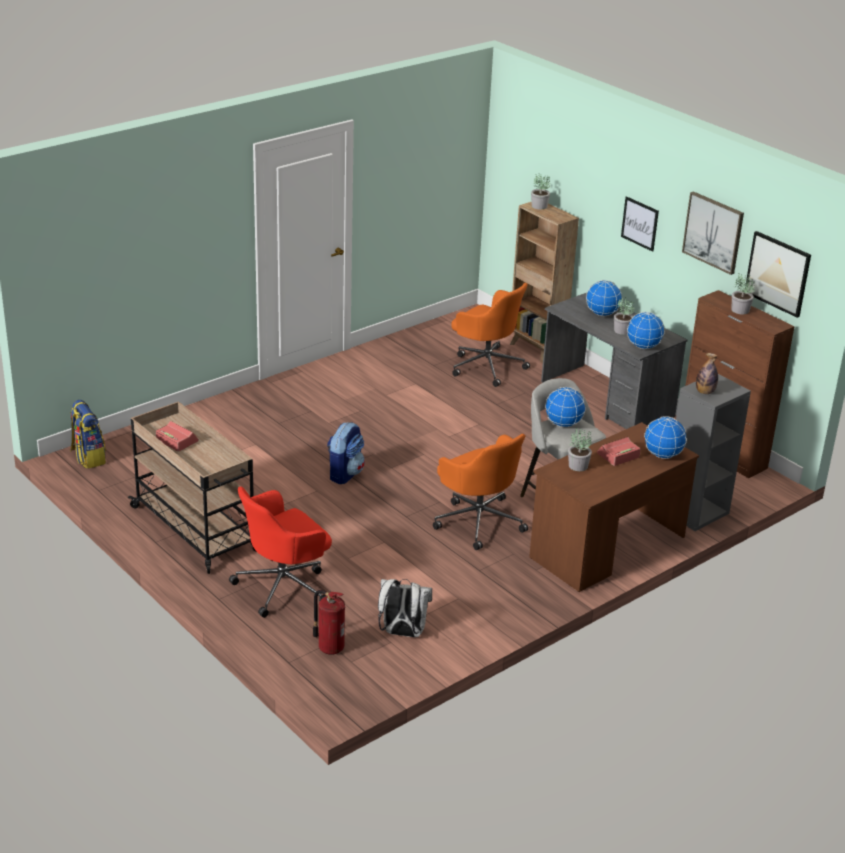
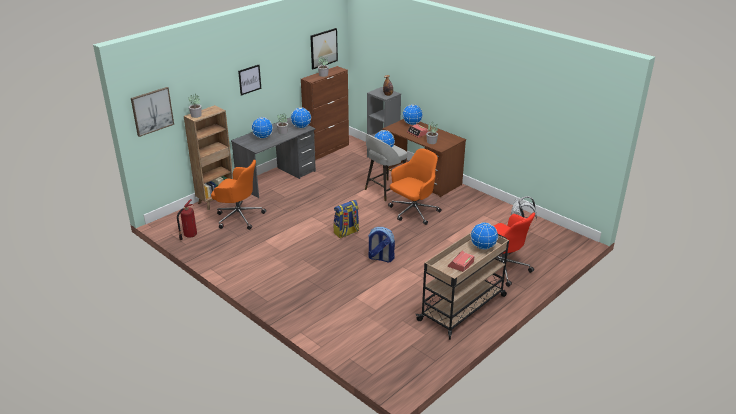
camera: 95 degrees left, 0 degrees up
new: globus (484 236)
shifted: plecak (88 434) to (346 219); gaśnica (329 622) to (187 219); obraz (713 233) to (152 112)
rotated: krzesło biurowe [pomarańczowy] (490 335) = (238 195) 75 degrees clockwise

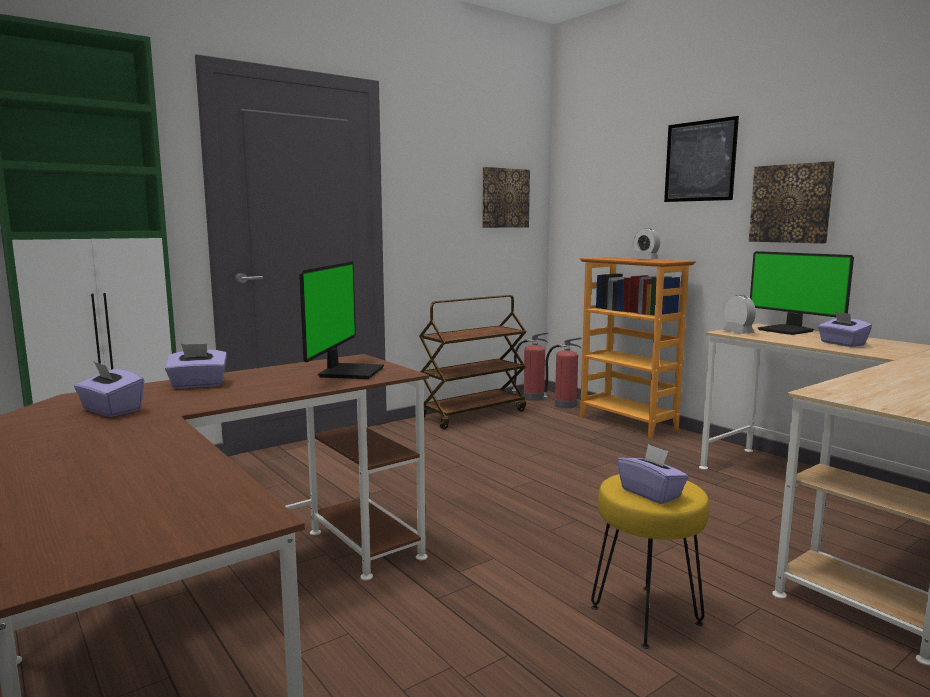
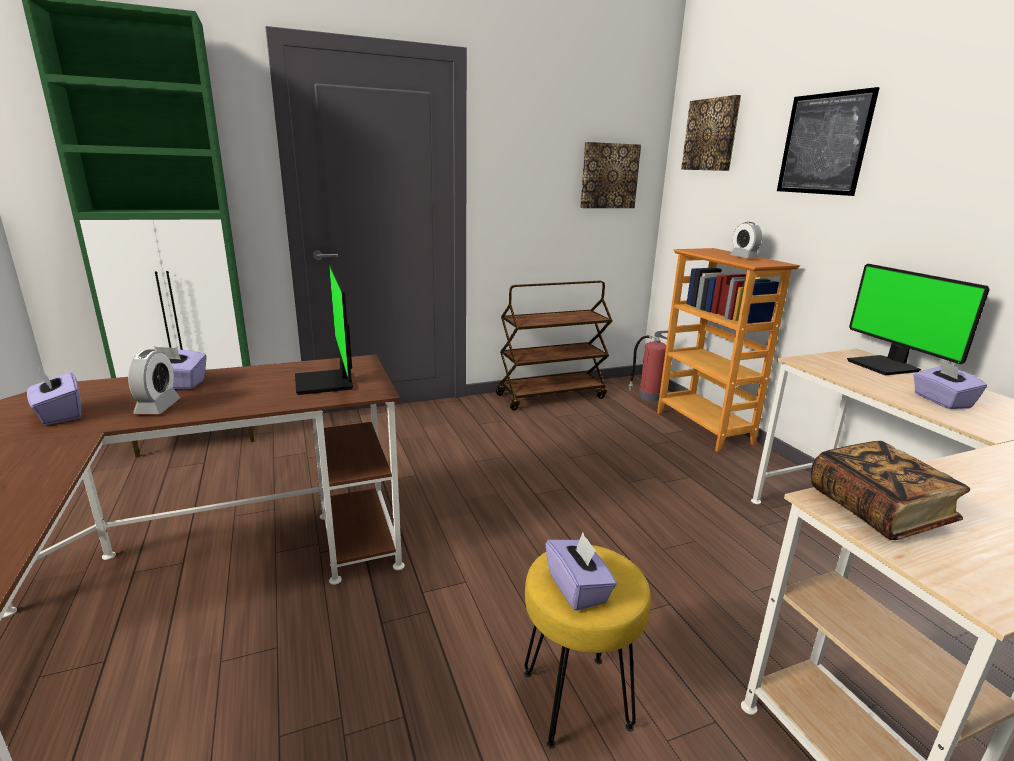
camera: 15 degrees right, 10 degrees up
gone: gaśnica (530 366)
new: książka (890 490)
shifted: budzik (739 314) to (154 381); obraz (792 202) to (711 133)
rotated: monitor (341 320) = (324 328) 135 degrees clockwise

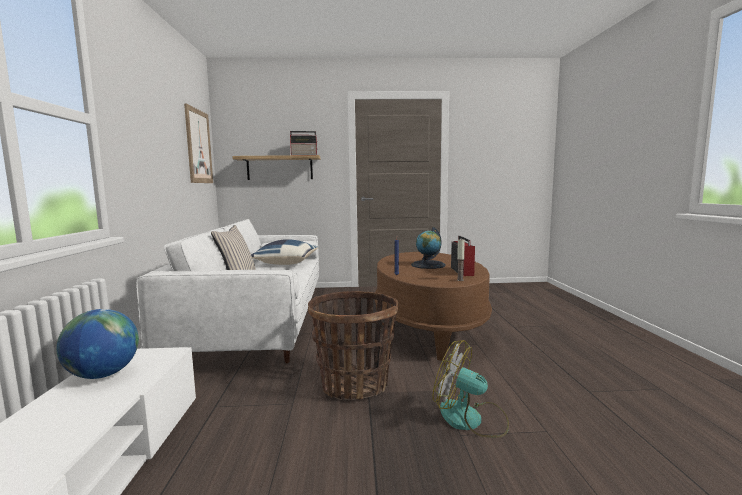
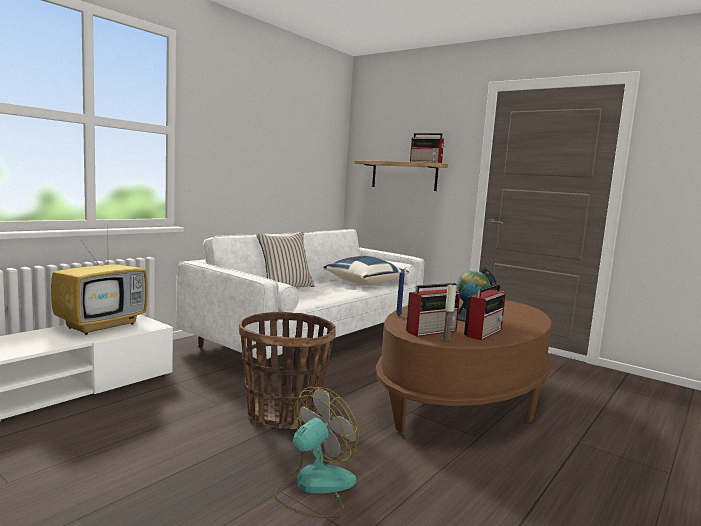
camera: 40 degrees right, 0 degrees up
gone: obraz (198 143)
new: radio (433 310)
swapped: globus (97 344) to telewizor (99 284)
rotated: wentylator (471 389) = (316 452) 60 degrees clockwise

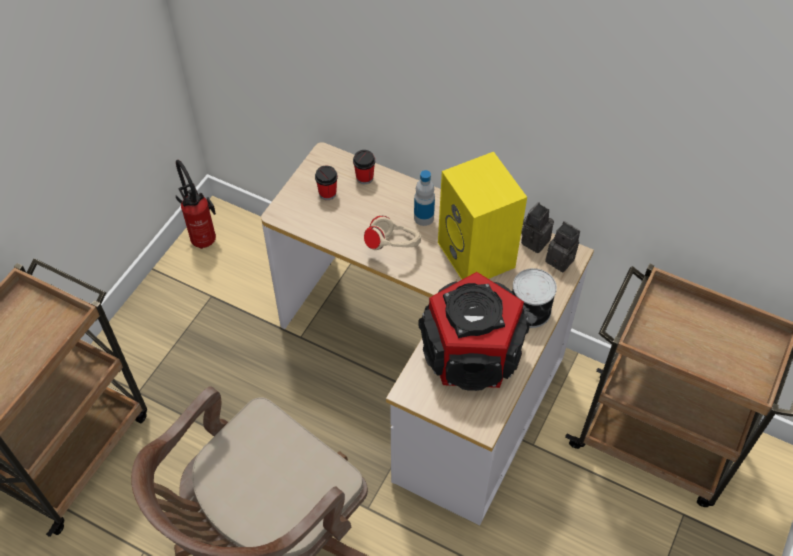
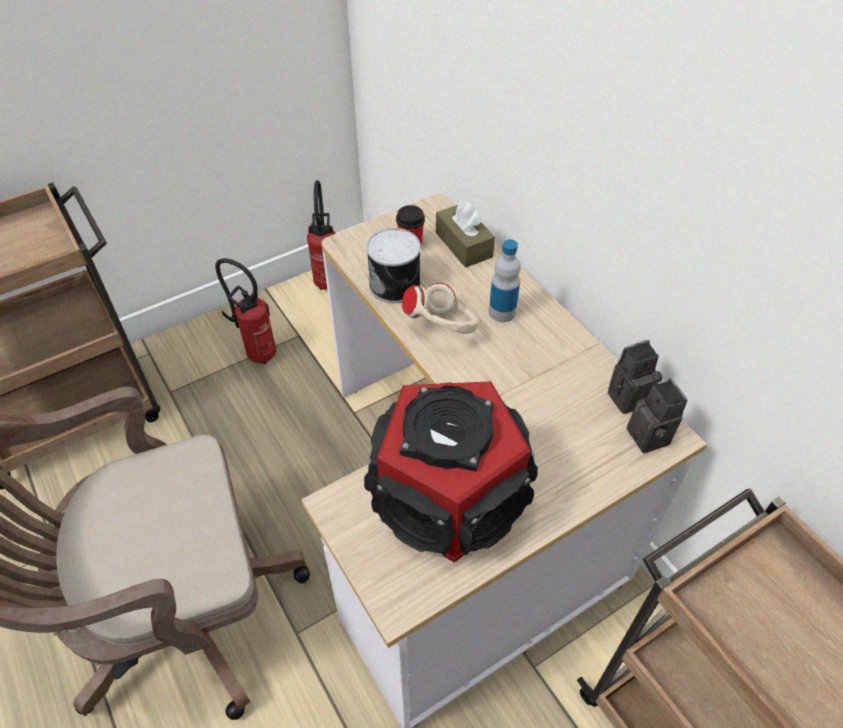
camera: 30 degrees right, 5 degrees down
gone: głośnik [żółty] (482 215)
new: gaśnica (245 311)
shifted: puszka (534 298) to (393 265)
swapped: filiżanka (364 167) to pudełko chusteczek [brązowy] (465 234)

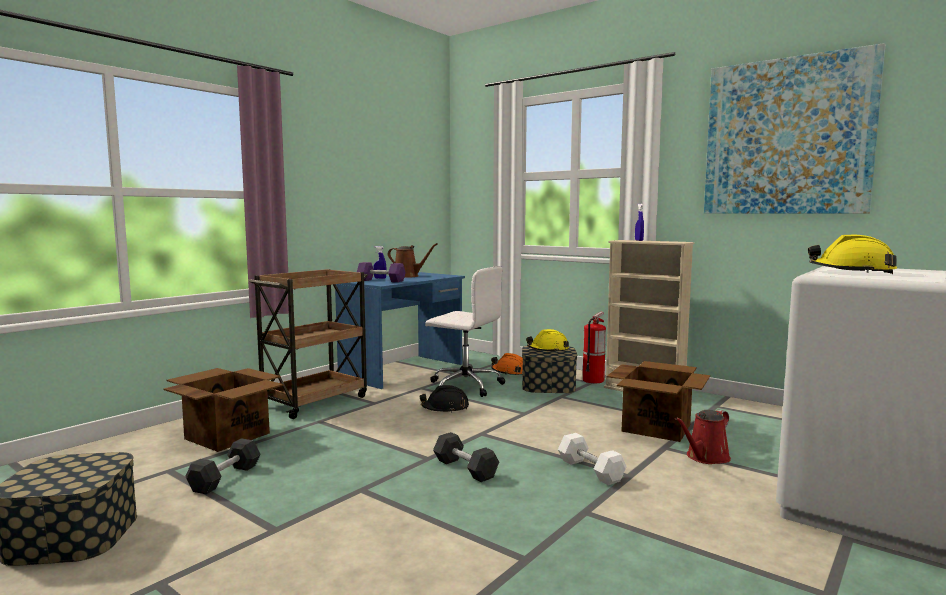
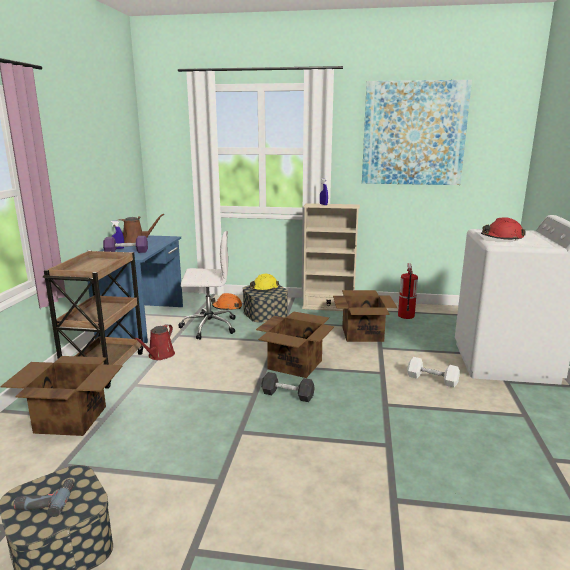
camera: 30 degrees left, 10 degrees up
gone: hantel [czarny] (223 466); kask [czarny] (444 399)
new: wiertarka (43 498); karton (295 344)
shifted: hantel [biały] (592 459) to (433 372); gaśnica (594 347) to (408 291); konewka [czerwony] (703 437) to (154 342)
repainted: kask [żółty] (852 254) to kask [czerwony] (503 229)

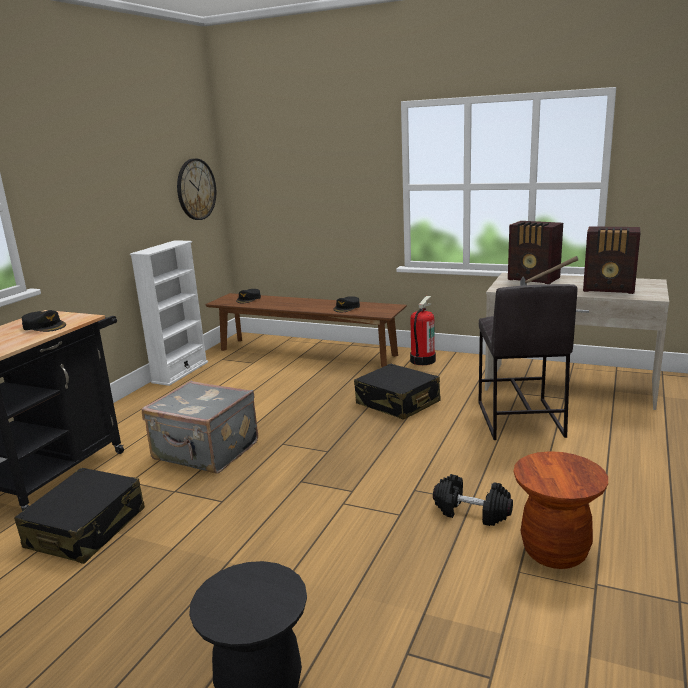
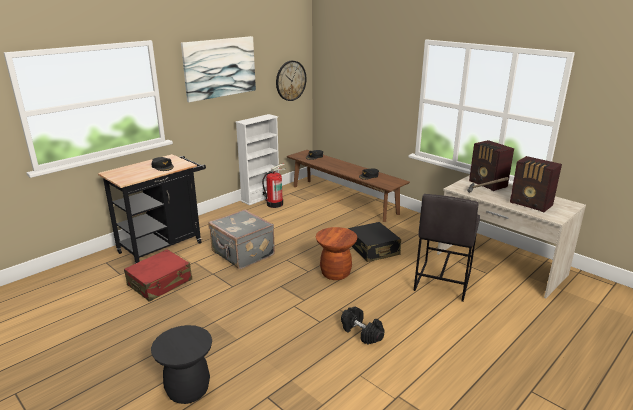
camera: 20 degrees right, 5 degrees up
new: obraz (218 69)
shifted: gaśnica (423 330) to (273 186); stołek [brązowy] (561 510) to (336 253)
repainted: walizka [czarny] (79 516) to walizka [czerwony] (158 275)

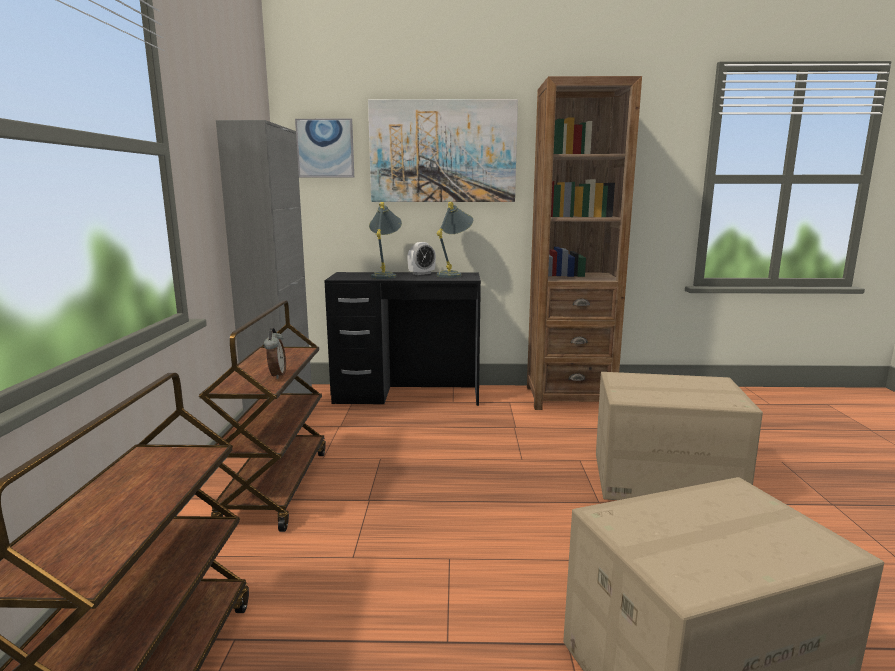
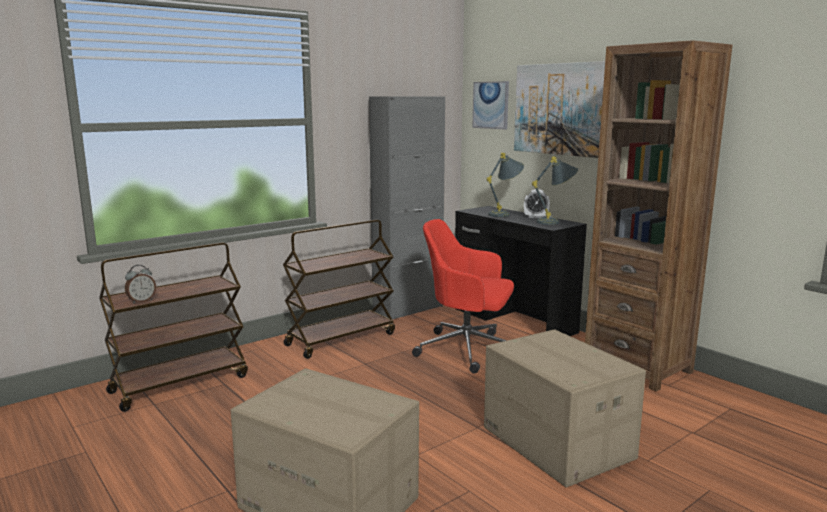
camera: 50 degrees right, 0 degrees up
new: krzesło biurowe [czerwony] (463 296)
shifted: budzik (275 353) to (140 284)

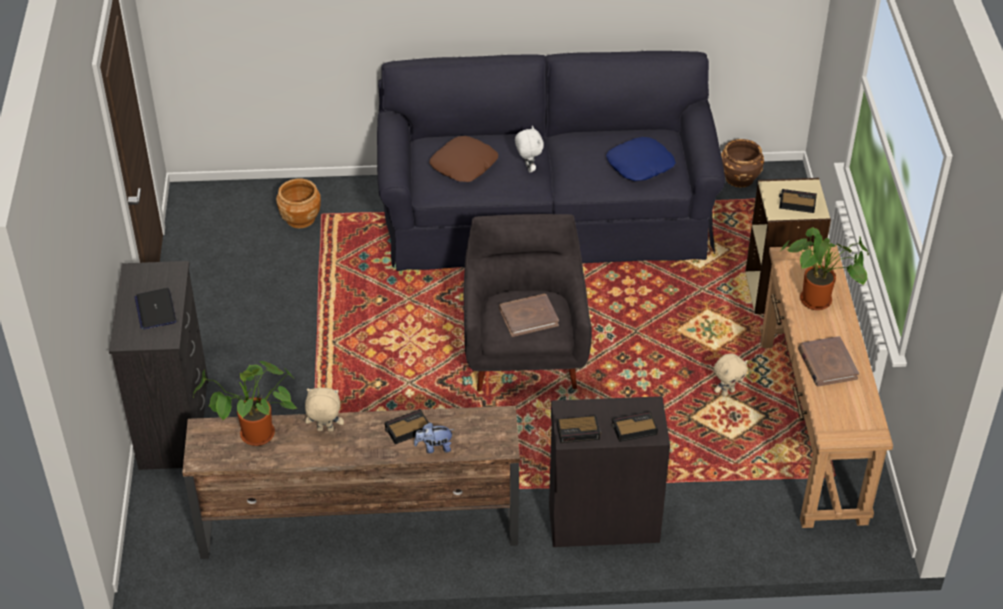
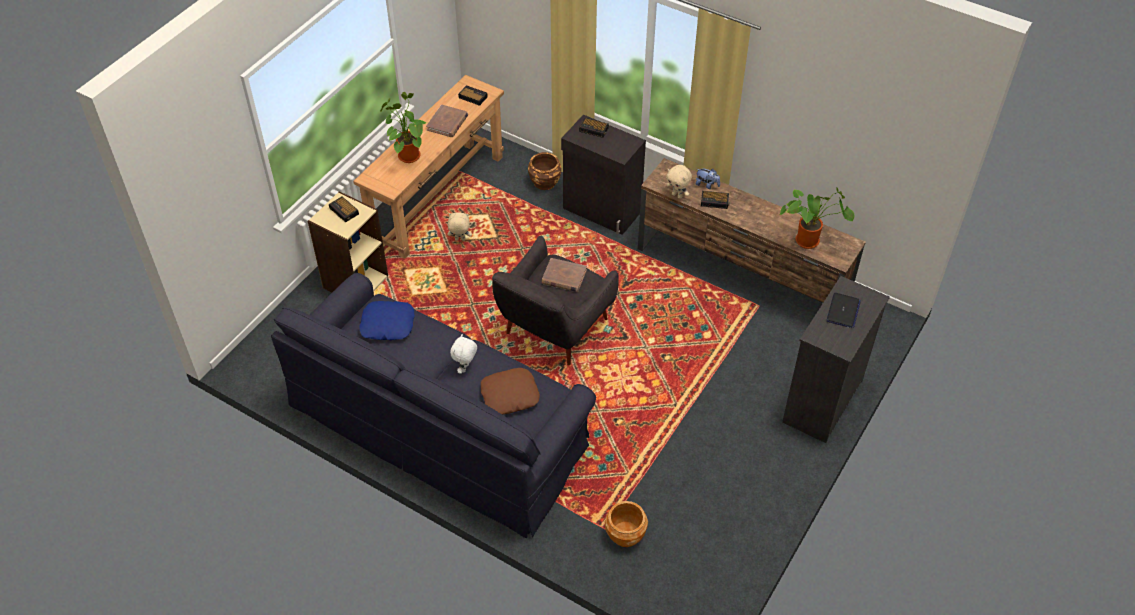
camera: 145 degrees left, 5 degrees up
shifted: pluszak [beżowy] (324 409) to (679 182); budzik (579 429) to (473 95); donica [brązowy] (742 163) to (544 171)

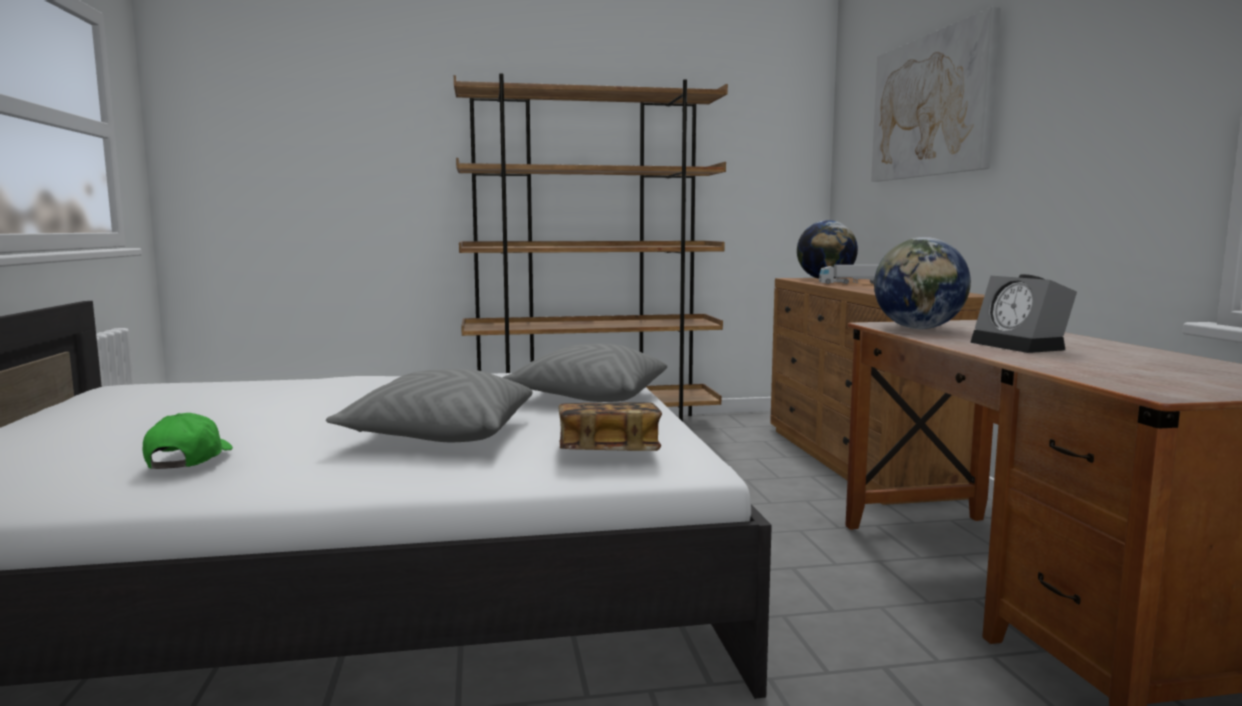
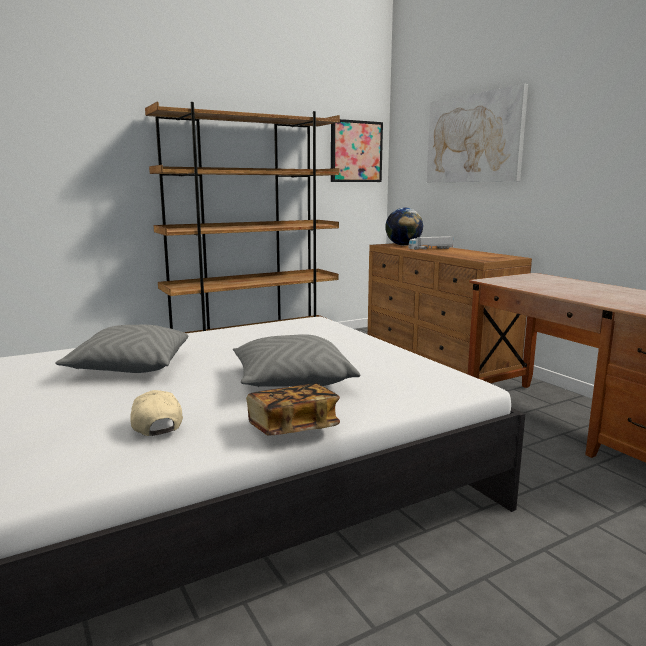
camera: 20 degrees left, 5 degrees up
gone: globus (922 283); budzik (1023 313)
new: obraz (357 150)
shifted: poduszka [szary] (585 373) to (121 349); książka (610 426) to (293 409)
repainted: czapka z daszkiem [zielony] (187 441) to czapka z daszkiem [beżowy] (156 413)

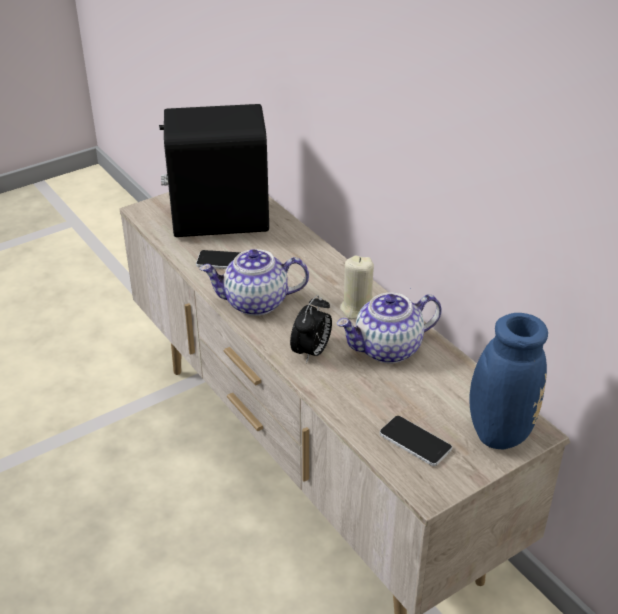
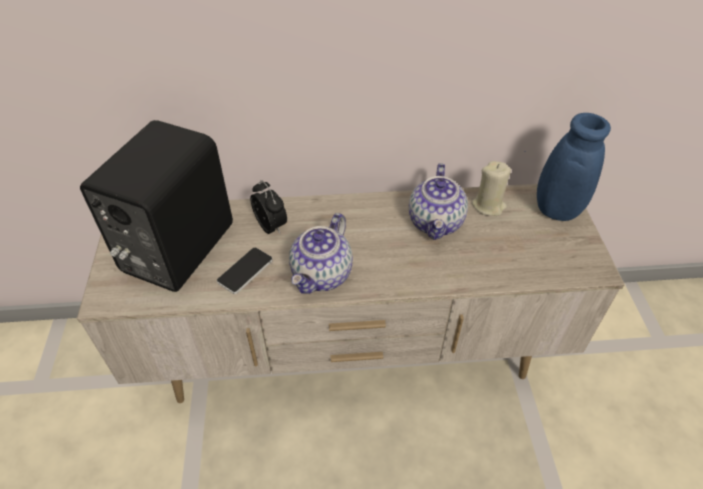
camera: 60 degrees left, 10 degrees up
gone: telefon (416 441)
shifted: budzik (311 329) to (268 207); świeca [beżowy] (357 287) to (491 188)

